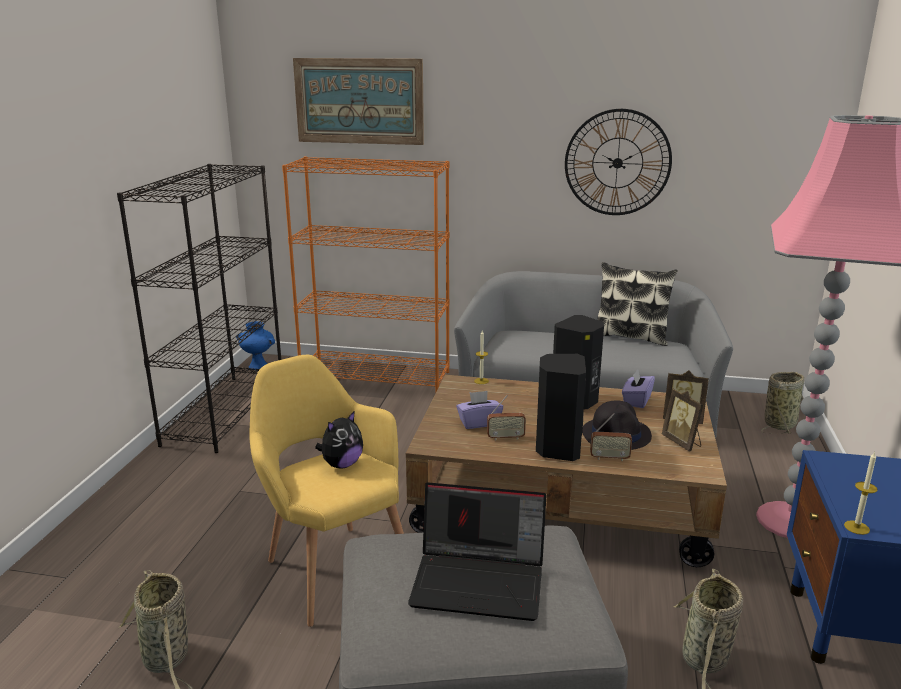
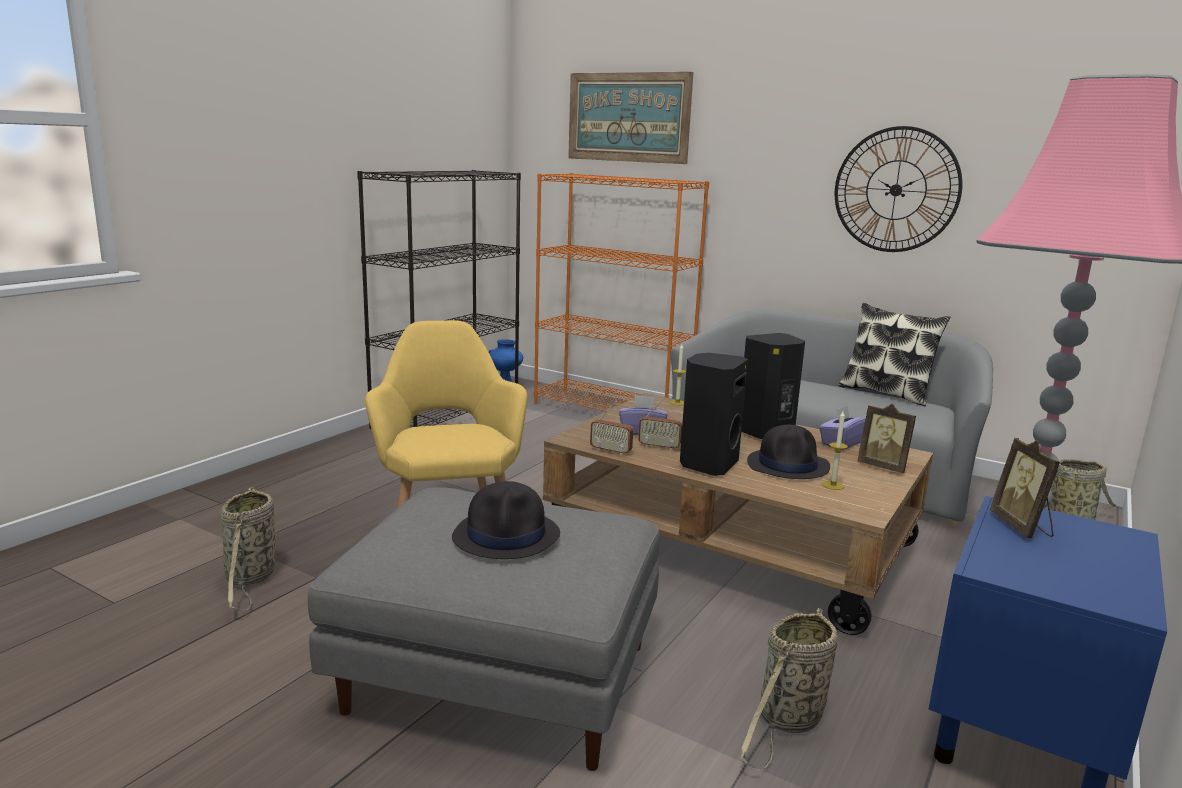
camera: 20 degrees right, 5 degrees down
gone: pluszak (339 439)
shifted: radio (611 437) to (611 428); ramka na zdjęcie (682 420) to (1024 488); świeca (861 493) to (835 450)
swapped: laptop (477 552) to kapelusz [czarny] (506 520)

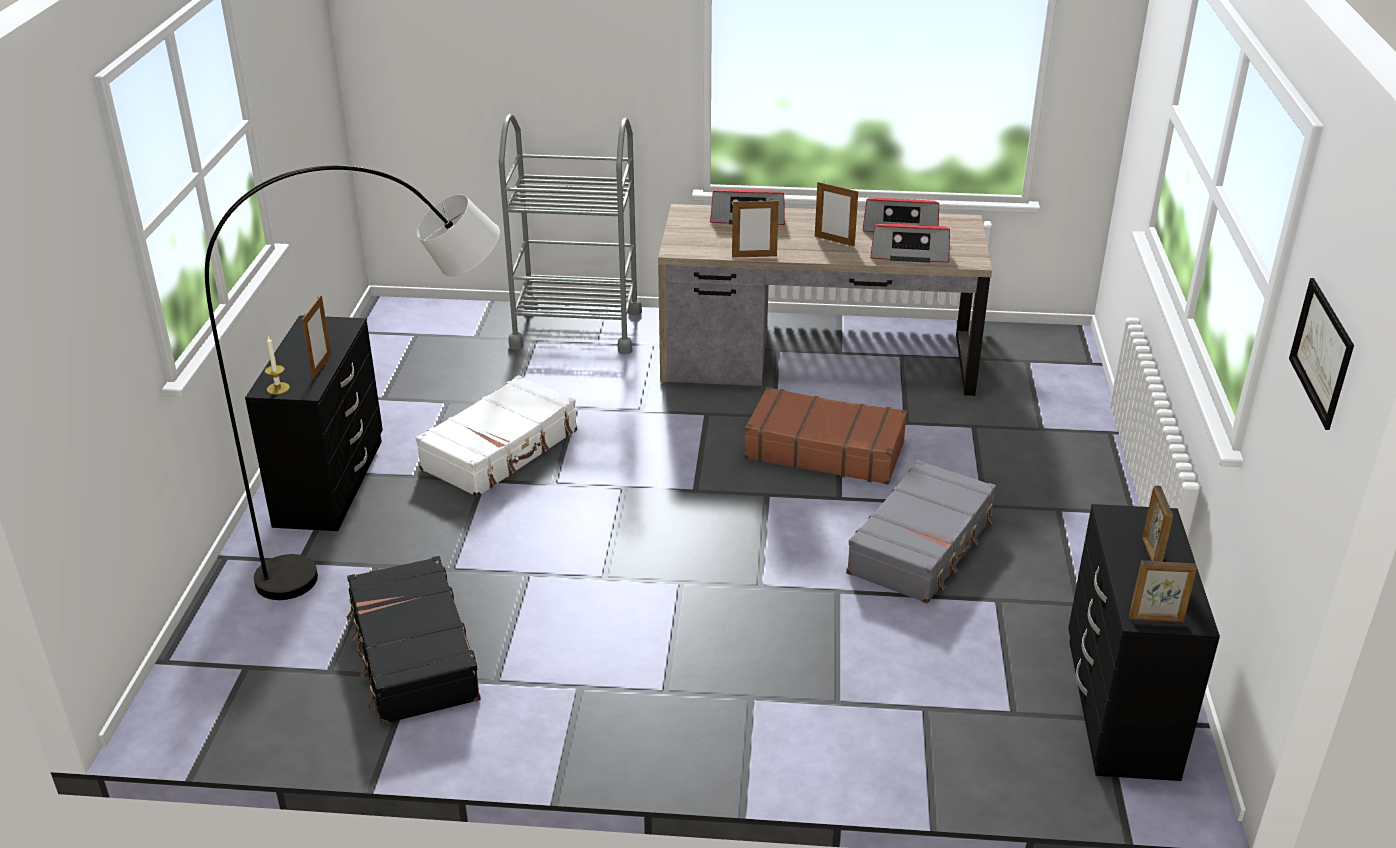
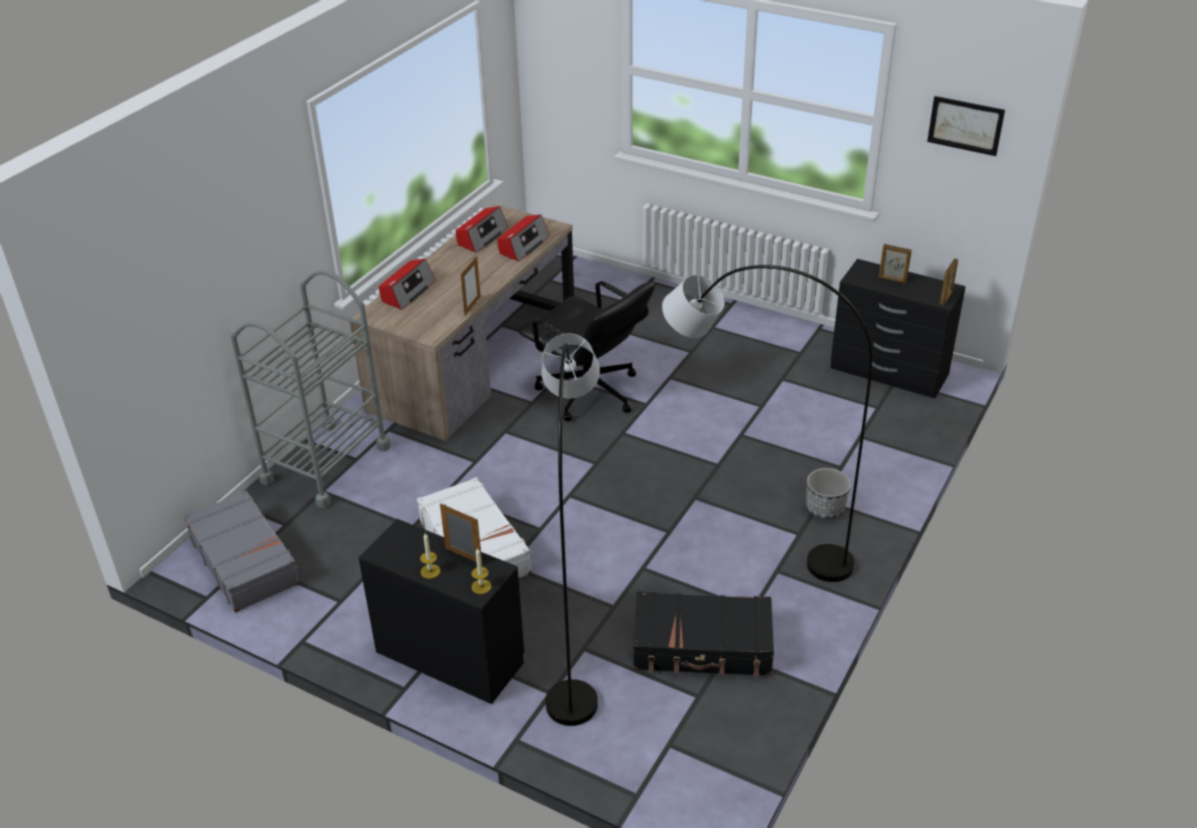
camera: 65 degrees left, 5 degrees up
gone: ramka na zdjęcie (836 214)
new: świeca (430 556); lampa stojąca [szary] (767 423); donica (828 493)
shifted: walizka [szary] (921 532) to (241 551)
swapped: walizka [brązowy] (825 436) to krzesło biurowe [czarny] (586 351)

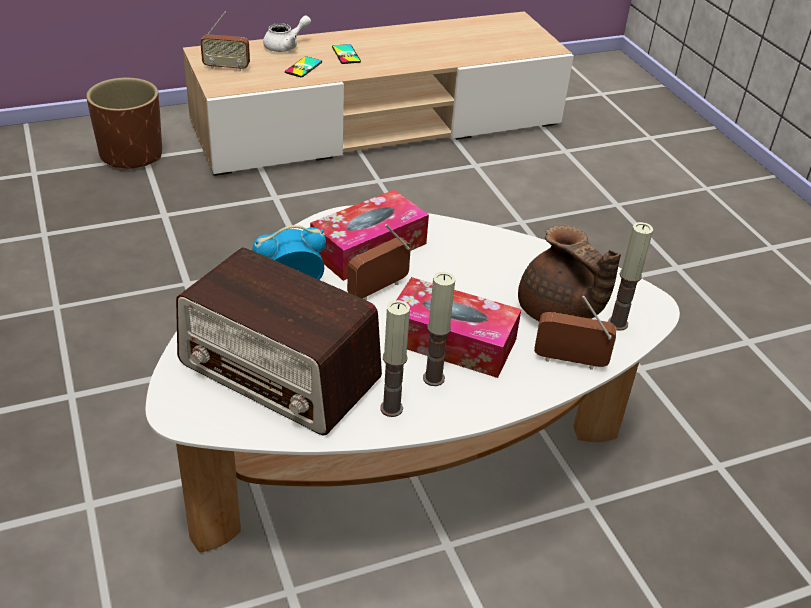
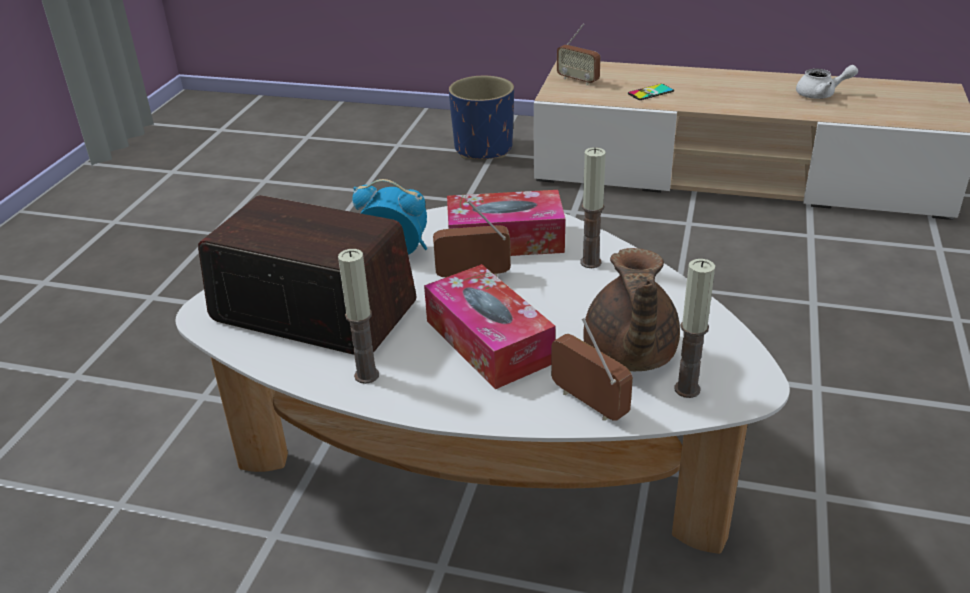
camera: 40 degrees right, 5 degrees down
gone: telefon (346 54)
shifted: imbryk [biały] (287 33) to (827 82); świeca (439 329) to (593 207)
repainted: donica [brązowy] (124 124) to donica [niebieski] (481 117)
rotated: radio (279 341) = (307 275) 135 degrees clockwise

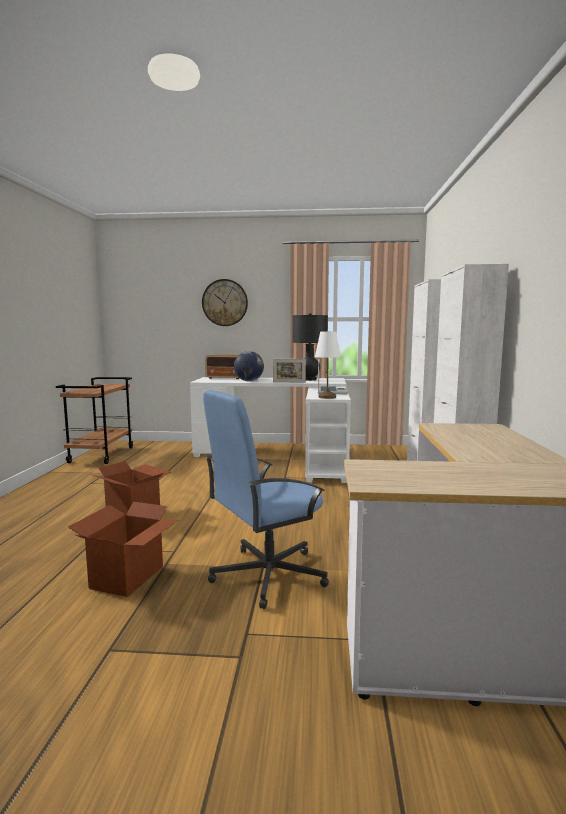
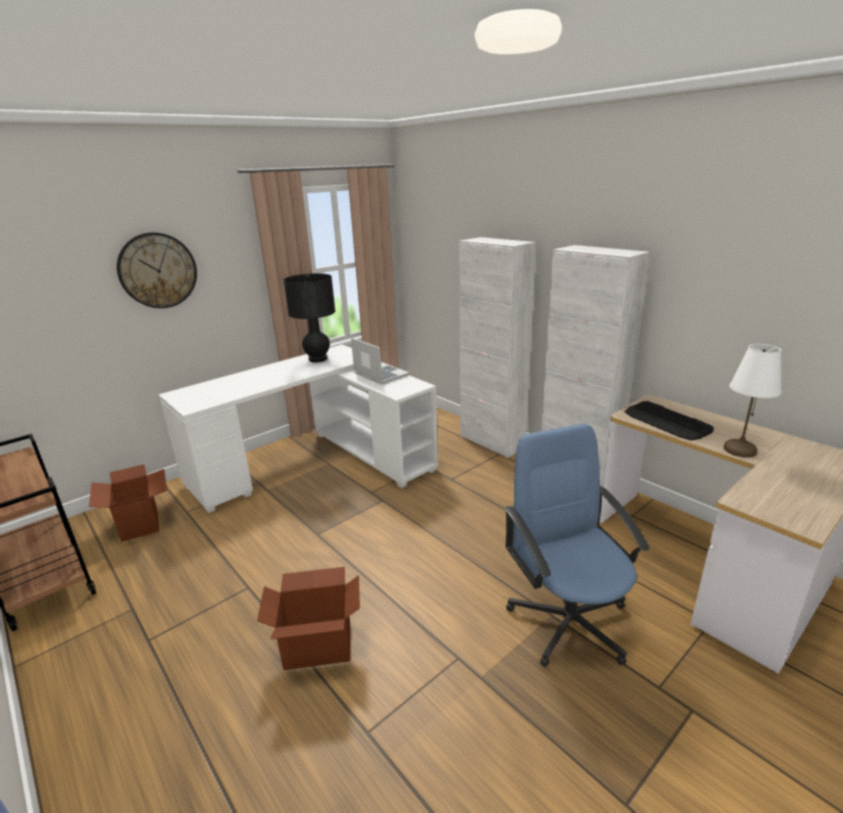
camera: 45 degrees left, 15 degrees up
gone: radio (222 366); globus (249 366); ramka na zdjęcie (289 371)
new: klawiatura (669 421)
shifted: karton (123 549) to (128 503); lampa stołowa [biały] (328 365) to (753 401)
rotated: krzesło biurowe [niebieski] (266 499) = (577 545) 150 degrees clockwise

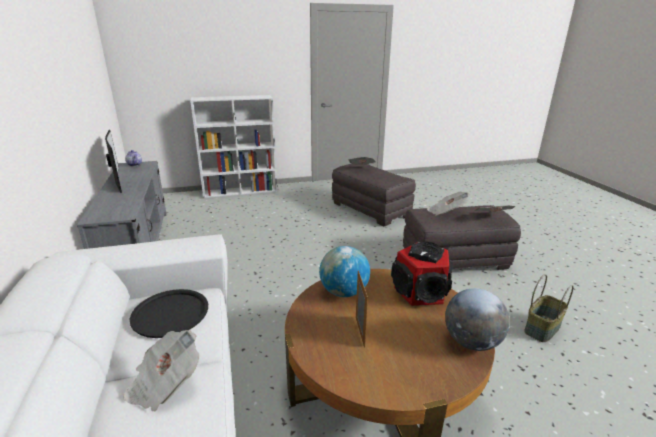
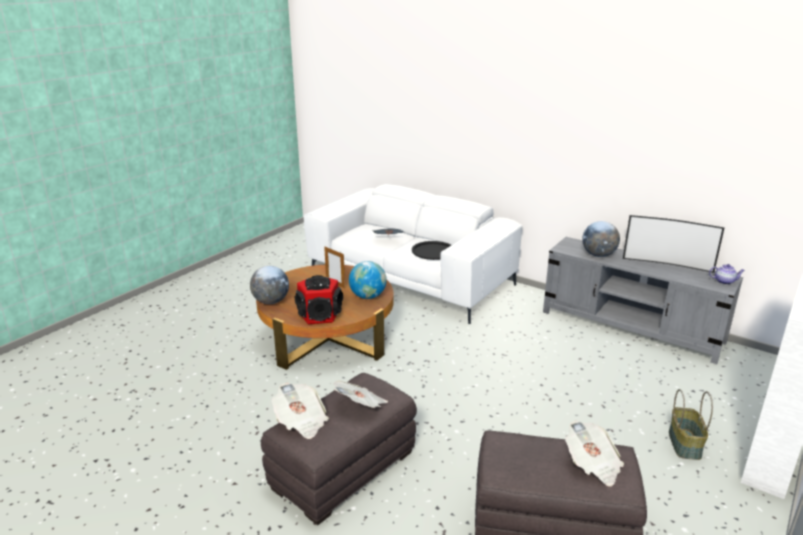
camera: 140 degrees right, 0 degrees up
new: globus (601 239)
shifted: koszyk (549 308) to (691 424)

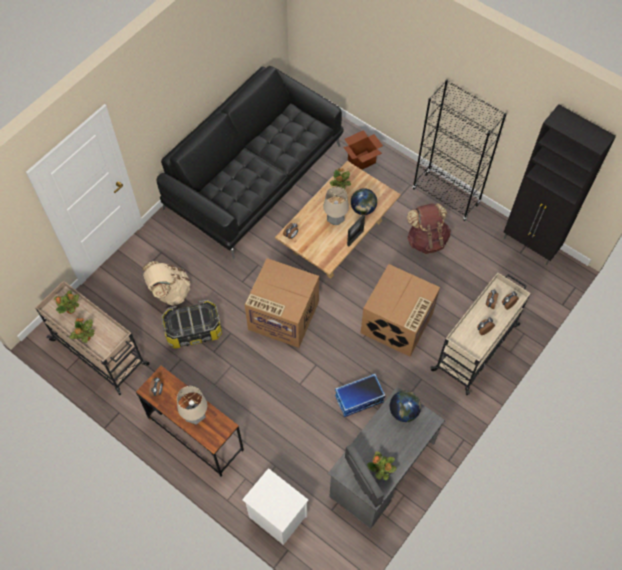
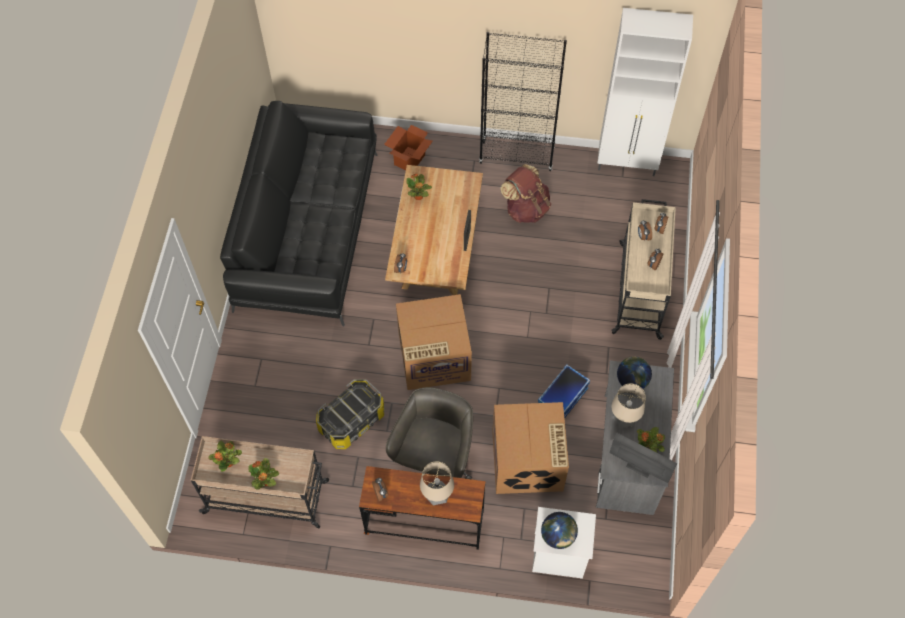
camera: 30 degrees left, 0 degrees up
gone: plecak [beżowy] (166 283)
new: krzesło biurowe [szary] (429 433)
shifted: lampa stołowa (336 206) to (628 405); globus (364 201) to (559 530); karton (400 310) to (530 448)
repainted: szafka [czarny] (560 184) to szafka [biały] (645 92)

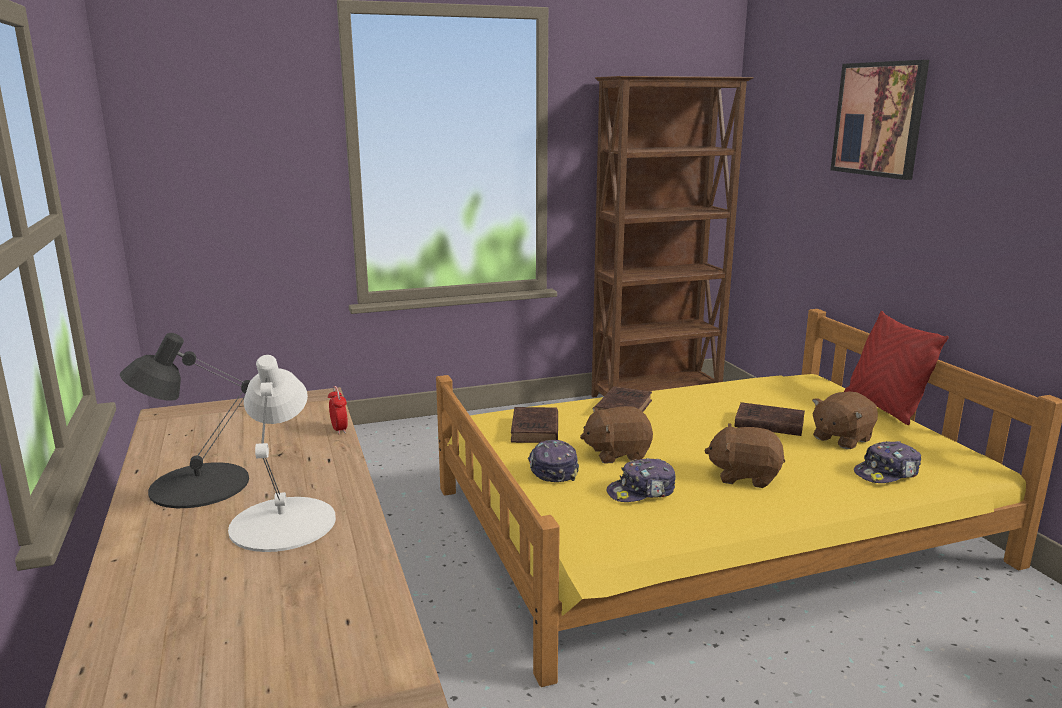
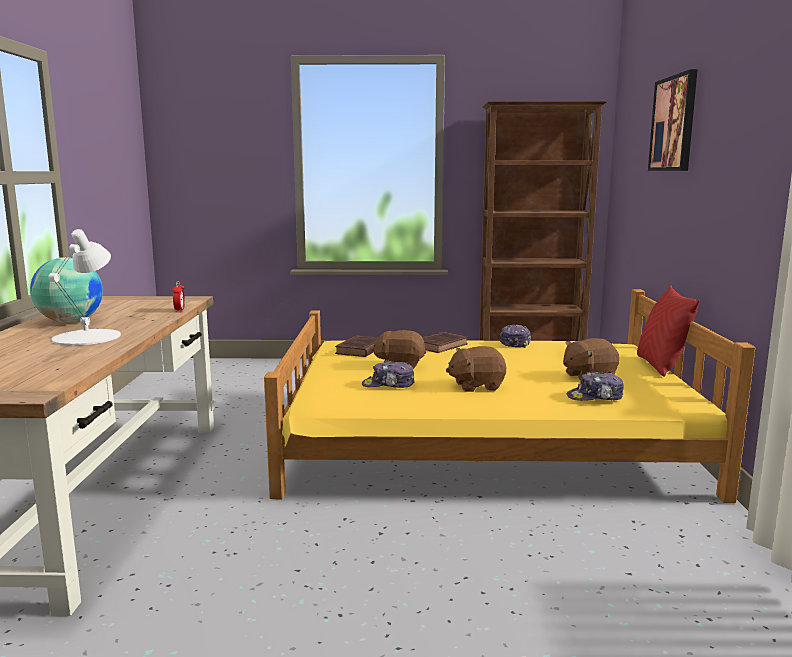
camera: 20 degrees right, 5 degrees down
gone: książka [brązowy] (769 419)
shifted: czapka z daszkiem (553 461) to (515 336)
swapped: lampa stołowa [czarny] (185 420) to globus (66 290)
rotated: pluszak [brązowy] (744 455) = (476 369) 45 degrees counterclockwise

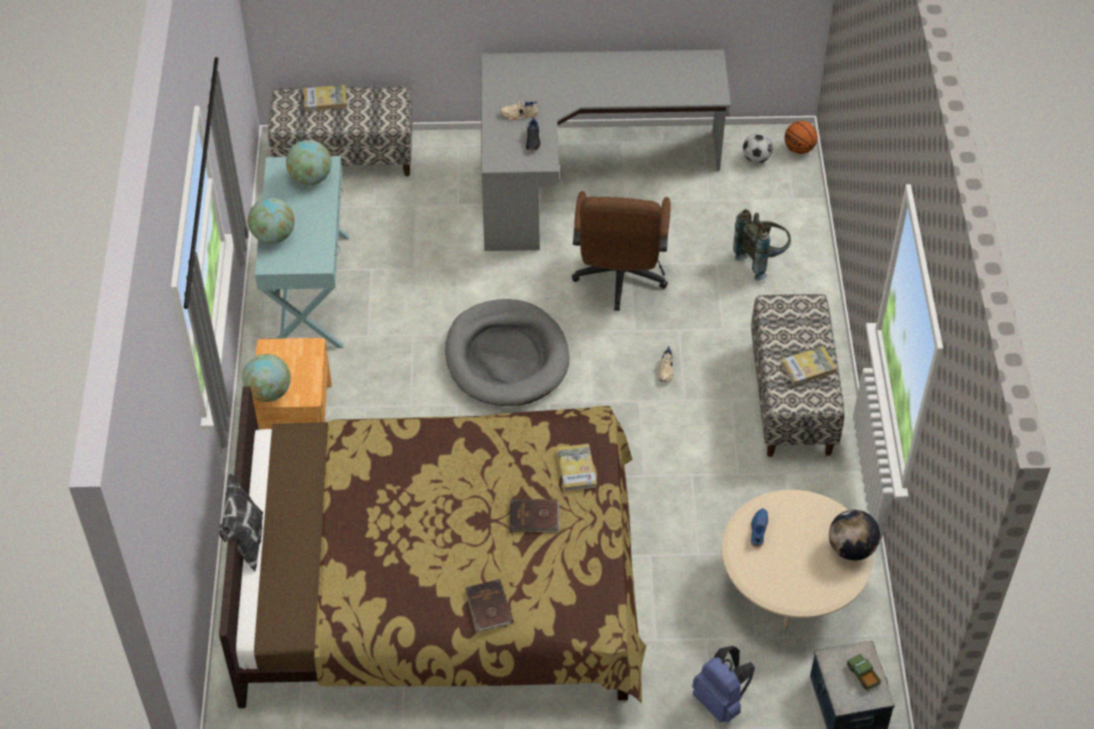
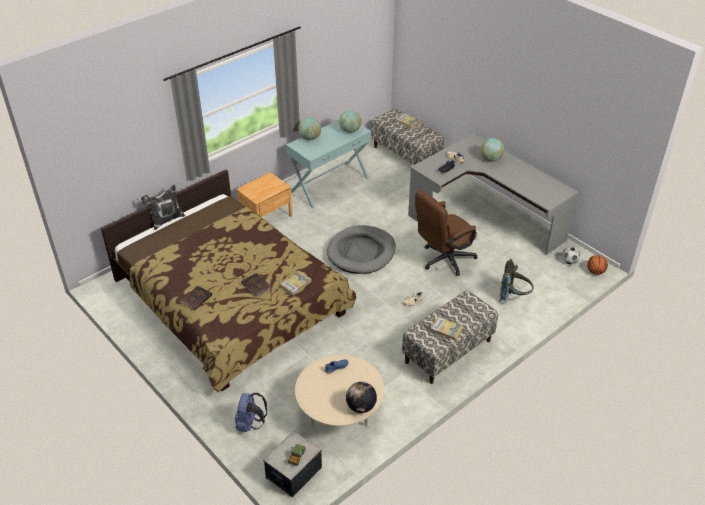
camera: 50 degrees right, 10 degrees down
shifted: globus (266 378) to (492 150)

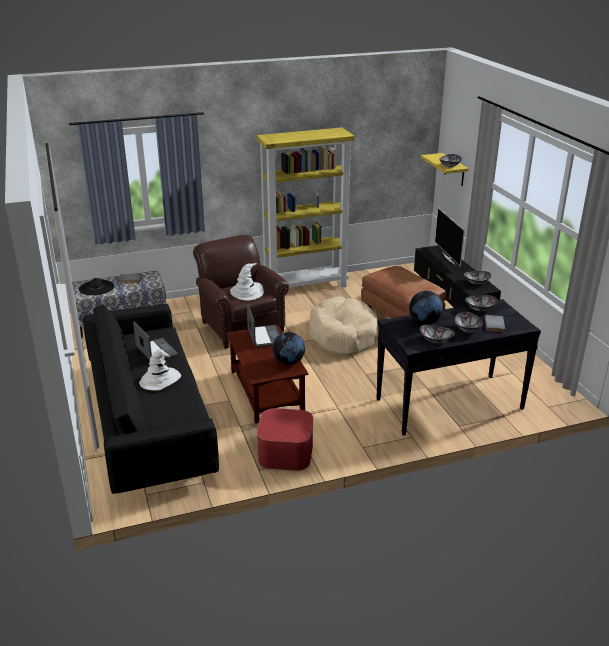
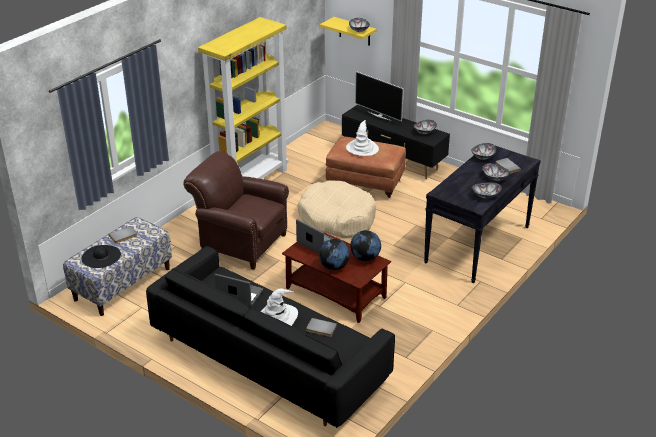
camera: 35 degrees left, 5 degrees up
gone: pufa (285 439)
new: książka [szary] (321 327)
shifted: kapelusz [biały] (247 282) to (362 138); globus (426 308) to (334 254)

